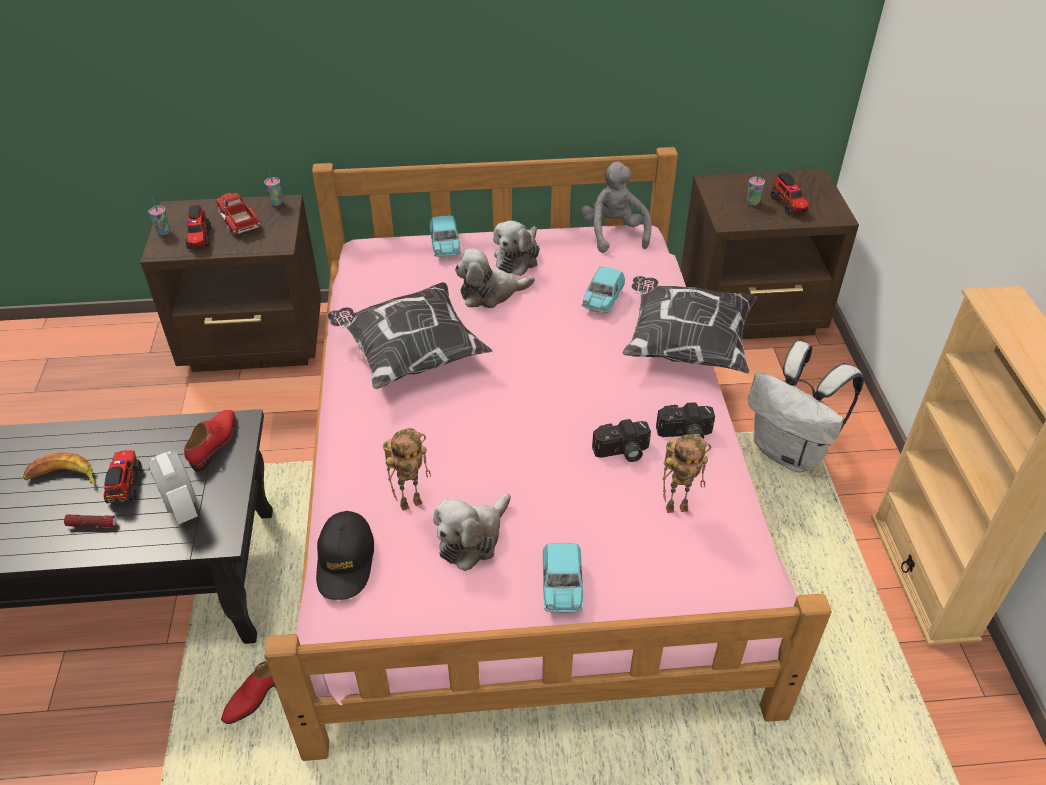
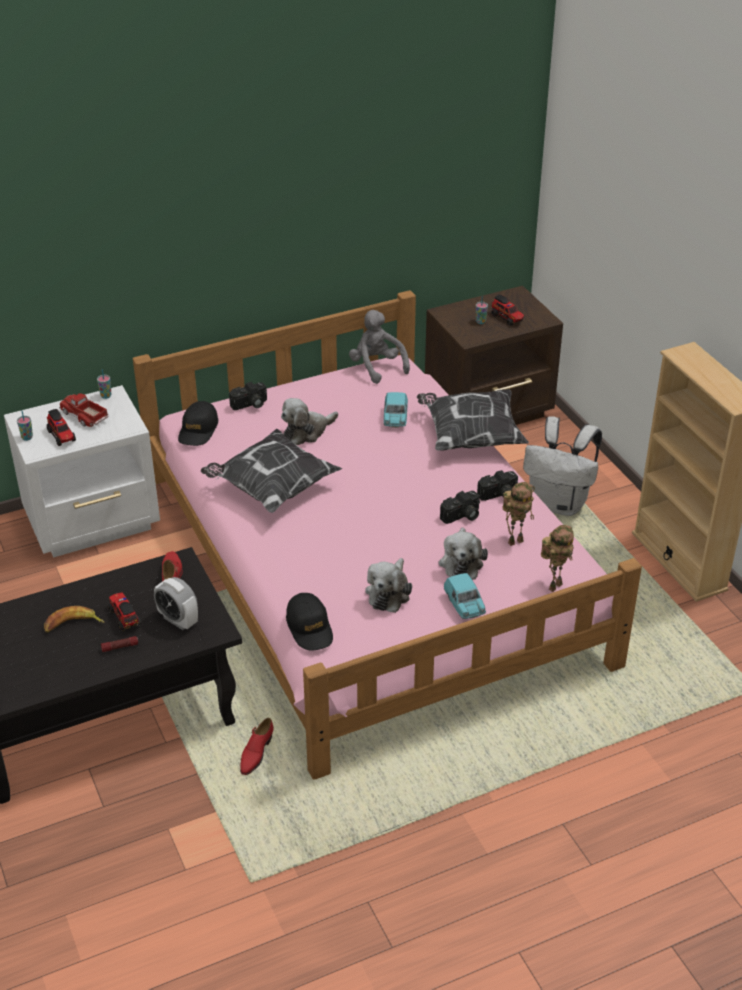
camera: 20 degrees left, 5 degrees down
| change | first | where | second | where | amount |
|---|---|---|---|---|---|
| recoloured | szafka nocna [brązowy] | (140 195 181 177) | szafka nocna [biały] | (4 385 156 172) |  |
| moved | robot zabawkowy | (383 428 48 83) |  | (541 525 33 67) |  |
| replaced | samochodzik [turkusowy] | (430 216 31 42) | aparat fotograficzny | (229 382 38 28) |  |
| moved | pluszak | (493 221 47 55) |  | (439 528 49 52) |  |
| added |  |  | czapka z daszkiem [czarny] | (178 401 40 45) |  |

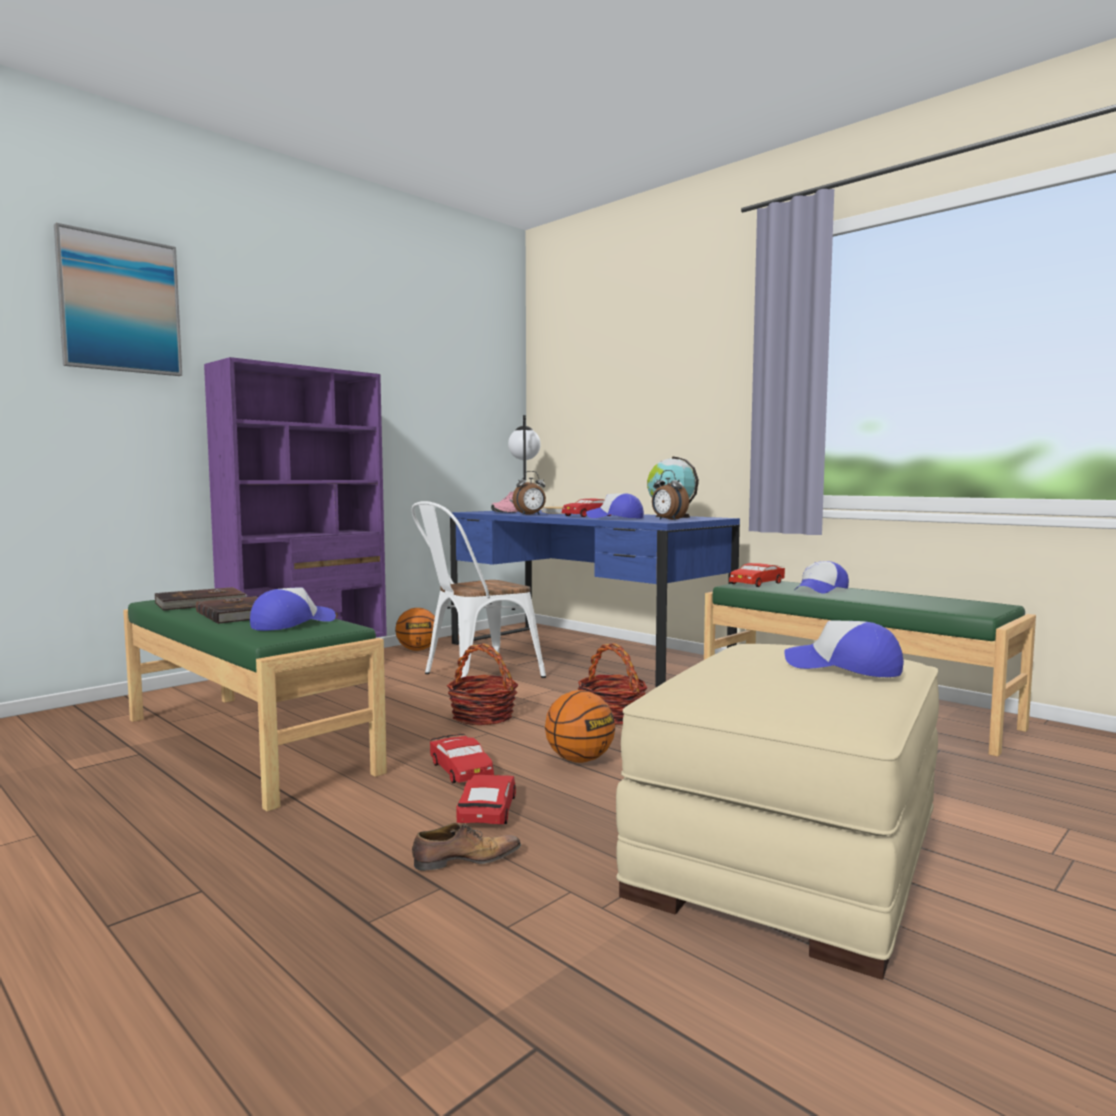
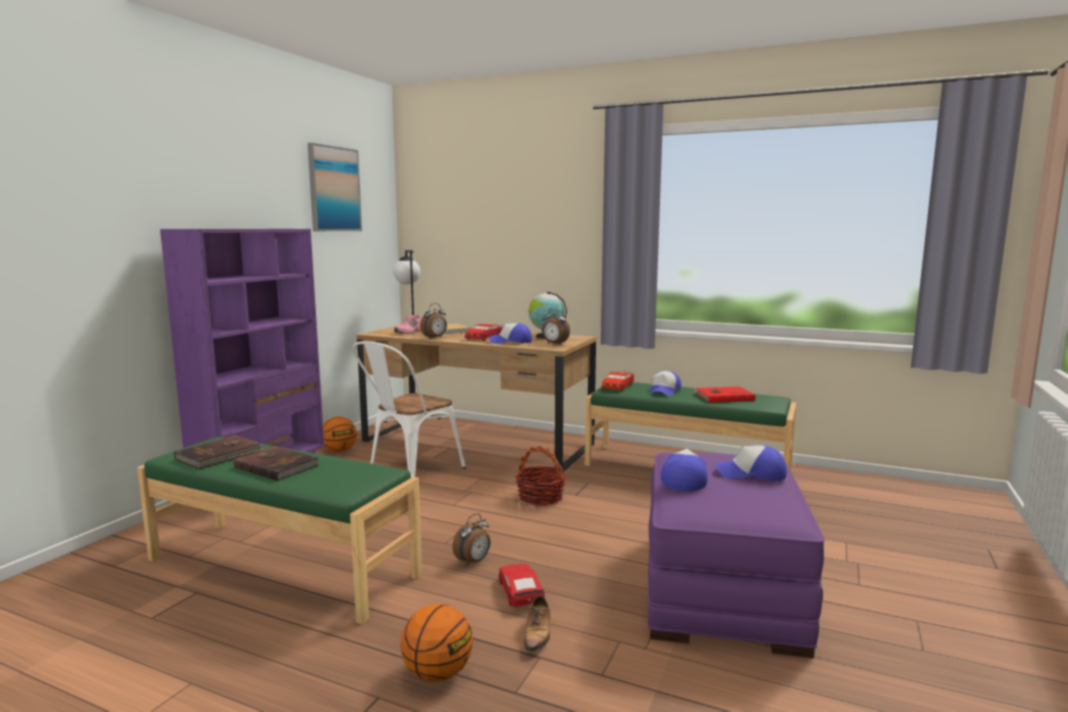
camera: 20 degrees left, 5 degrees up
| change | first | where | second | where | amount |
|---|---|---|---|---|---|
| moved | obraz | (54 223 128 153) |  | (307 143 55 88) |  |
| moved | czapka z daszkiem | (250 587 86 44) |  | (661 449 47 43) |  |
| turned | but | (412 823 109 48) |  | (524 596 26 56) | 135 degrees clockwise |
| replaced | samochodzik [czerwony] | (430 734 64 49) | budzik | (452 513 39 53) |  |
| removed | koszyk | (447 643 71 82) |  |  |  |
| recoloured | biurko [niebieski] | (450 510 290 178) | biurko [brązowy] | (357 326 239 146) |  |
| moved | piłka do koszykówki | (545 690 70 73) |  | (400 604 73 78) |  |
| recoloured | pufa [beżowy] | (616 644 323 336) | pufa [fioletowy] | (647 453 178 205) |  |
| added |  |  | książka [czerwony] | (694 387 61 16) |  |

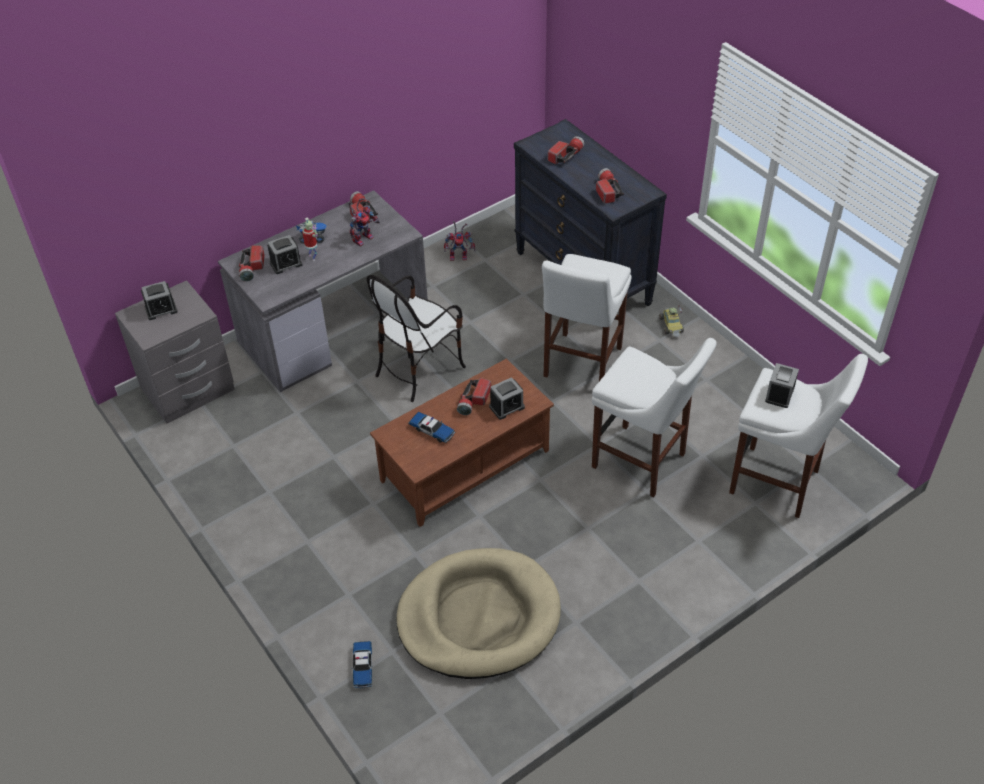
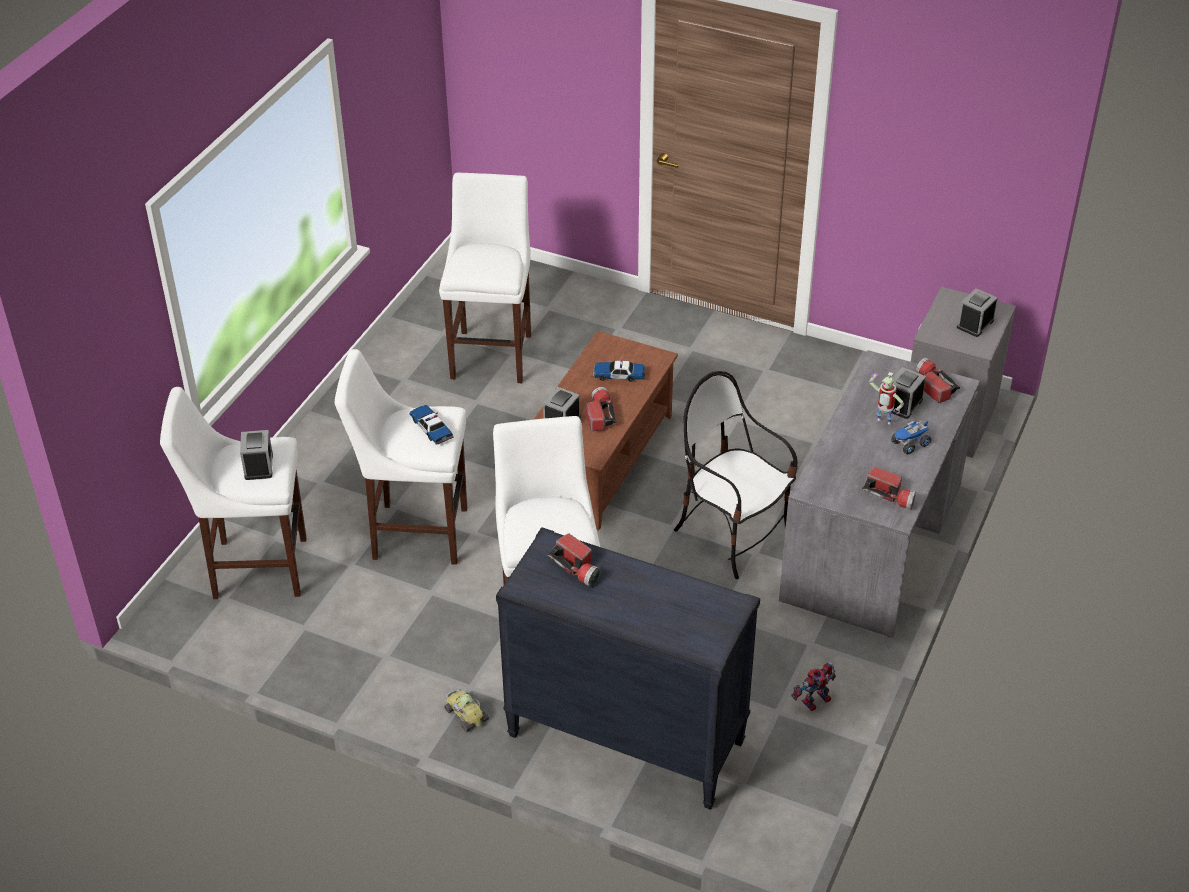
camera: 150 degrees right, 5 degrees down
| change | first | where | second | where | amount |
|---|---|---|---|---|---|
| removed | robot zabawkowy | (349 198 31 49) |  |  |  |
| moved | samochodzik | (352 641 21 47) |  | (409 405 45 40) |  |
| turned | krzesło | (367 275 99 127) |  | (674 371 124 208) | 60 degrees counterclockwise |
| replaced | legowisko [beżowy] | (396 548 165 131) | stołek [biały] | (439 173 92 210) |  |
| removed | latarka | (548 136 36 28) |  |  |  |

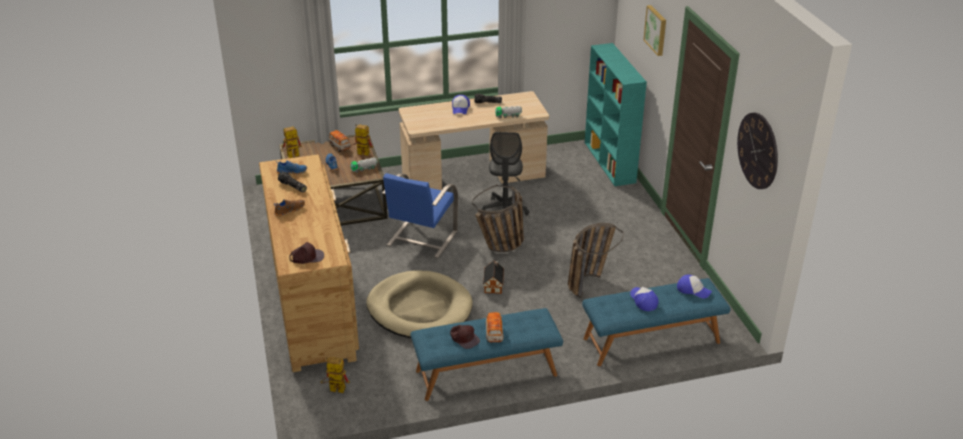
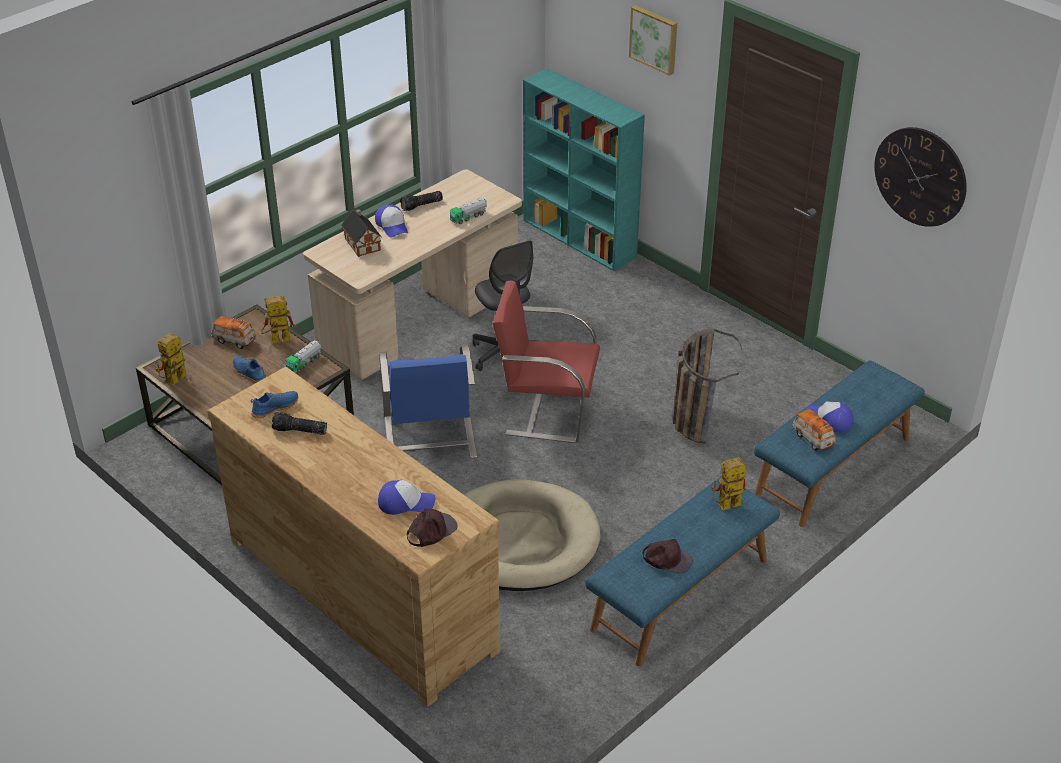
camera: 30 degrees left, 5 degrees up
| change | first | where | second | where | amount |
|---|---|---|---|---|---|
| removed | but [brązowy] | (274 199 31 17) |  |  |  |
| moved | robot zabawkowy | (320 357 30 36) |  | (712 457 35 53) |  |
| replaced | koszyk | (472 185 52 67) | krzesło [czerwony] | (493 280 107 163) |  |
| moved | domek | (483 261 21 33) |  | (341 209 40 48) |  |
| moved | samochodzik | (485 312 19 30) |  | (792 409 44 42) |  |
| moved | czapka z daszkiem | (677 275 35 23) |  | (378 480 58 35) |  |

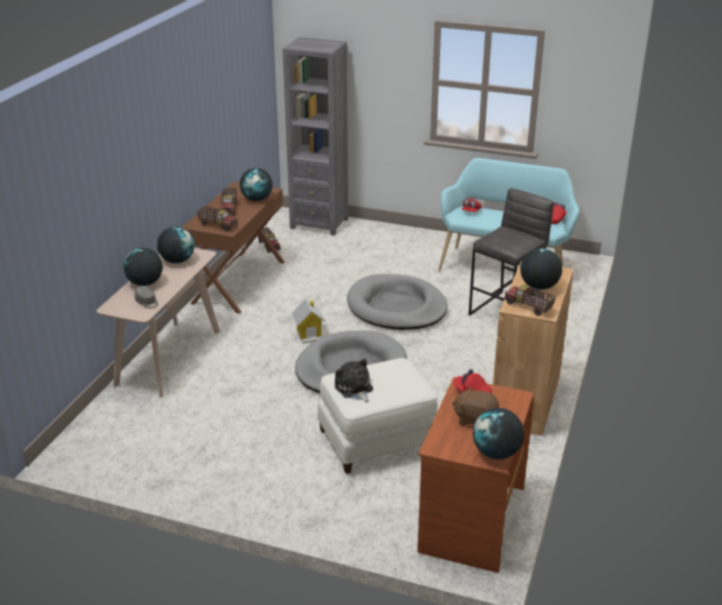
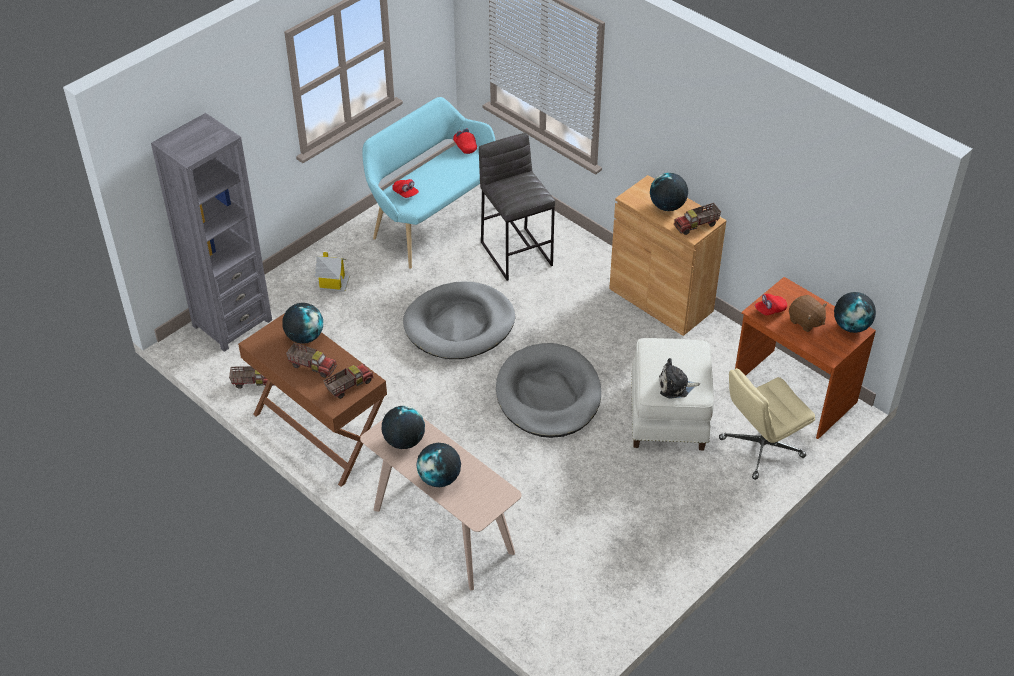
camera: 65 degrees left, 15 degrees up
| change | first | where | second | where | amount |
|---|---|---|---|---|---|
| removed | czapka z daszkiem [szary] | (135 286 23 23) |  |  |  |
| moved | domek | (291 299 35 45) |  | (315 252 34 40) |  |
| turned | pluszak [brązowy] | (452 386 47 40) |  | (789 295 38 37) | 90 degrees counterclockwise |
| added |  |  | krzesło biurowe [beżowy] | (719 368 96 112) |  |

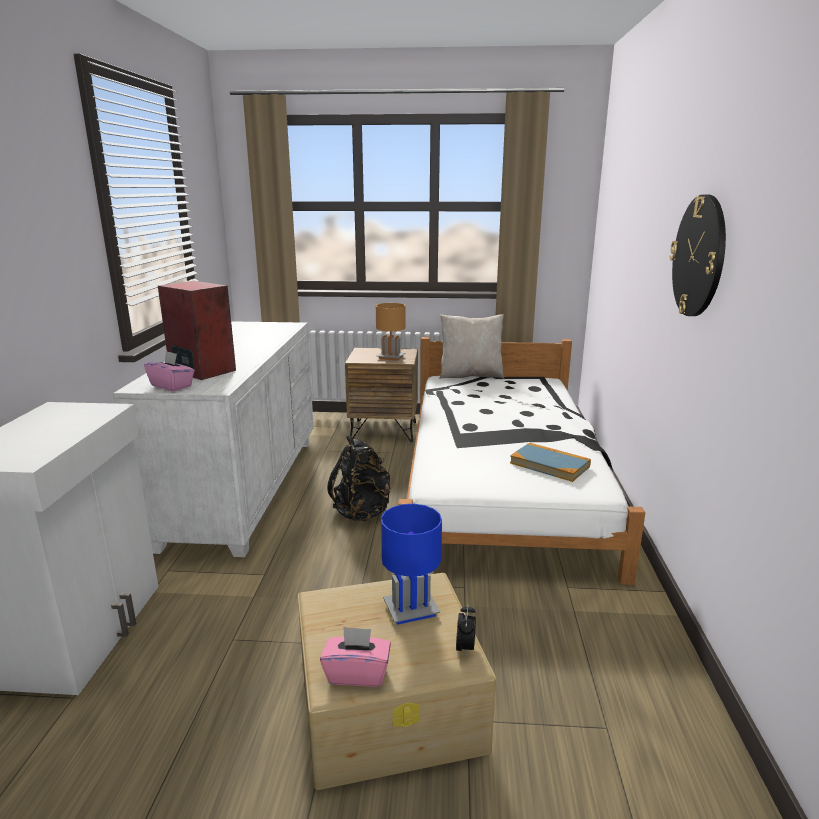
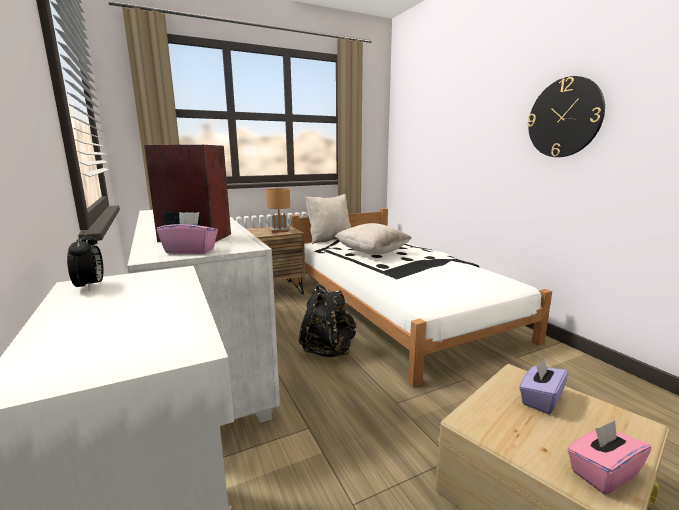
camera: 30 degrees left, 5 degrees down
| change | first | where | second | where | amount |
|---|---|---|---|---|---|
| replaced | lampa stołowa [niebieski] | (381 504 61 121) | pudełko chusteczek [fioletowy] | (519 358 49 56) |  |
| moved | budzik | (456 606 20 51) |  | (67 230 36 61) |  |
| removed | książka | (510 442 81 40) |  |  |  |
| added |  |  | poduszka [beżowy] | (335 223 77 32) |  |

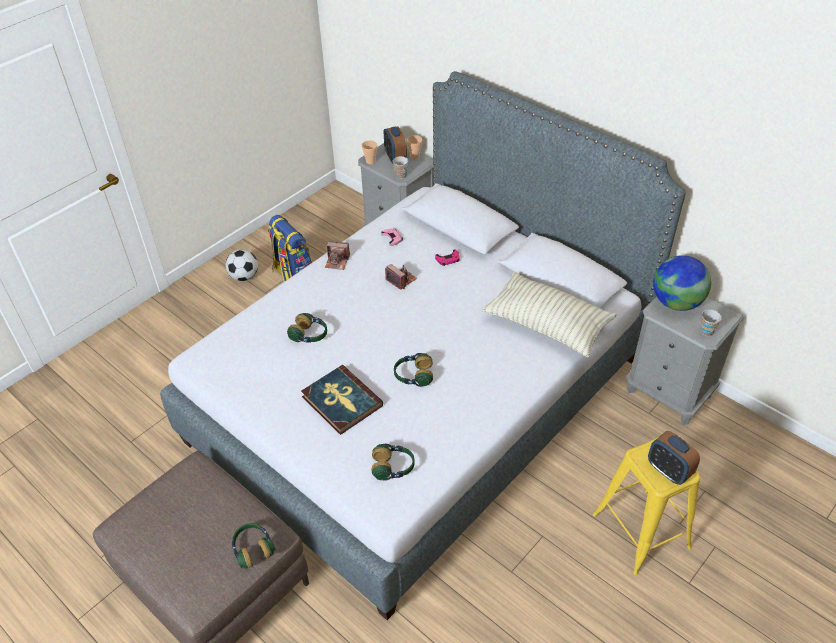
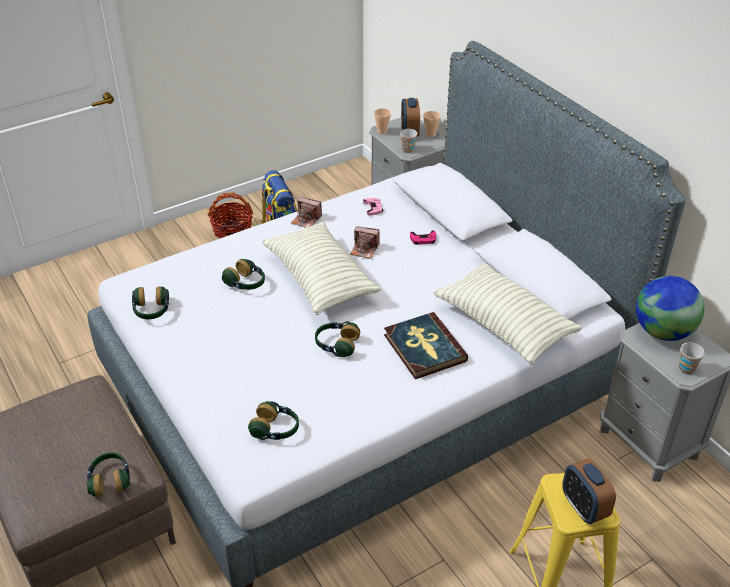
camera: 15 degrees right, 5 degrees down
| change | first | where | second | where | amount |
|---|---|---|---|---|---|
| replaced | piłka futbolowa | (226 249 32 32) | koszyk | (207 192 46 47) |  |
| moved | książka | (301 365 82 70) |  | (384 312 84 67) |  |
| turned | aparat fotograficzny | (385 264 32 26) |  | (350 226 30 33) | 135 degrees clockwise |
| added |  |  | słuchawki | (132 286 37 33) |  |
| added |  |  | poduszka | (262 221 119 94) |  |

